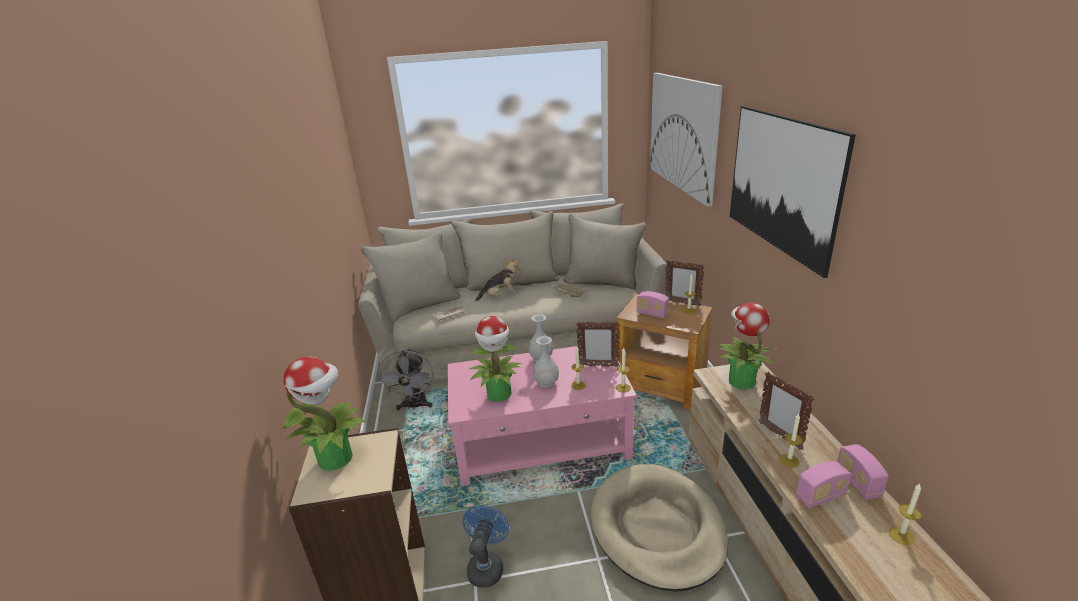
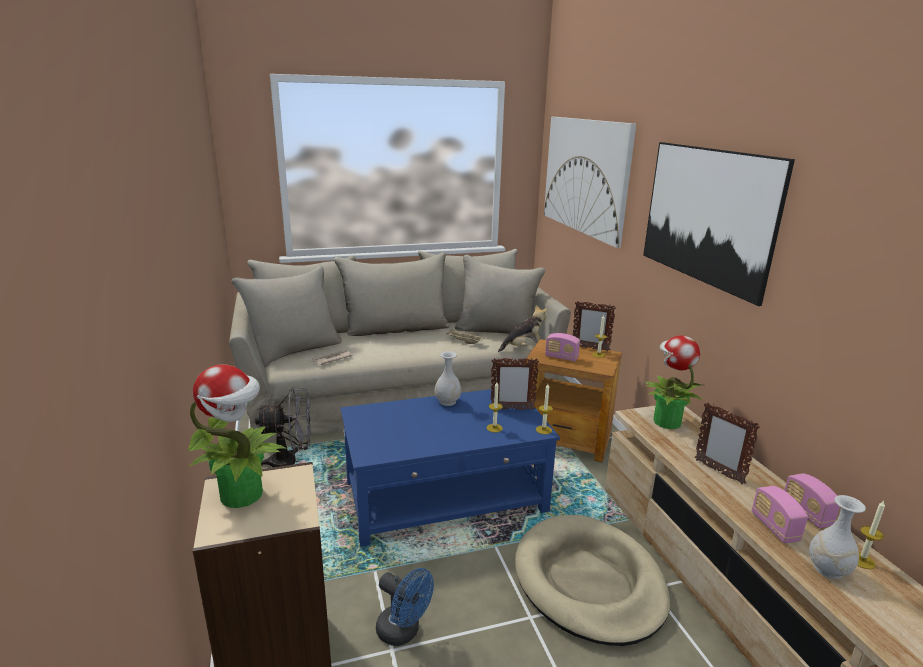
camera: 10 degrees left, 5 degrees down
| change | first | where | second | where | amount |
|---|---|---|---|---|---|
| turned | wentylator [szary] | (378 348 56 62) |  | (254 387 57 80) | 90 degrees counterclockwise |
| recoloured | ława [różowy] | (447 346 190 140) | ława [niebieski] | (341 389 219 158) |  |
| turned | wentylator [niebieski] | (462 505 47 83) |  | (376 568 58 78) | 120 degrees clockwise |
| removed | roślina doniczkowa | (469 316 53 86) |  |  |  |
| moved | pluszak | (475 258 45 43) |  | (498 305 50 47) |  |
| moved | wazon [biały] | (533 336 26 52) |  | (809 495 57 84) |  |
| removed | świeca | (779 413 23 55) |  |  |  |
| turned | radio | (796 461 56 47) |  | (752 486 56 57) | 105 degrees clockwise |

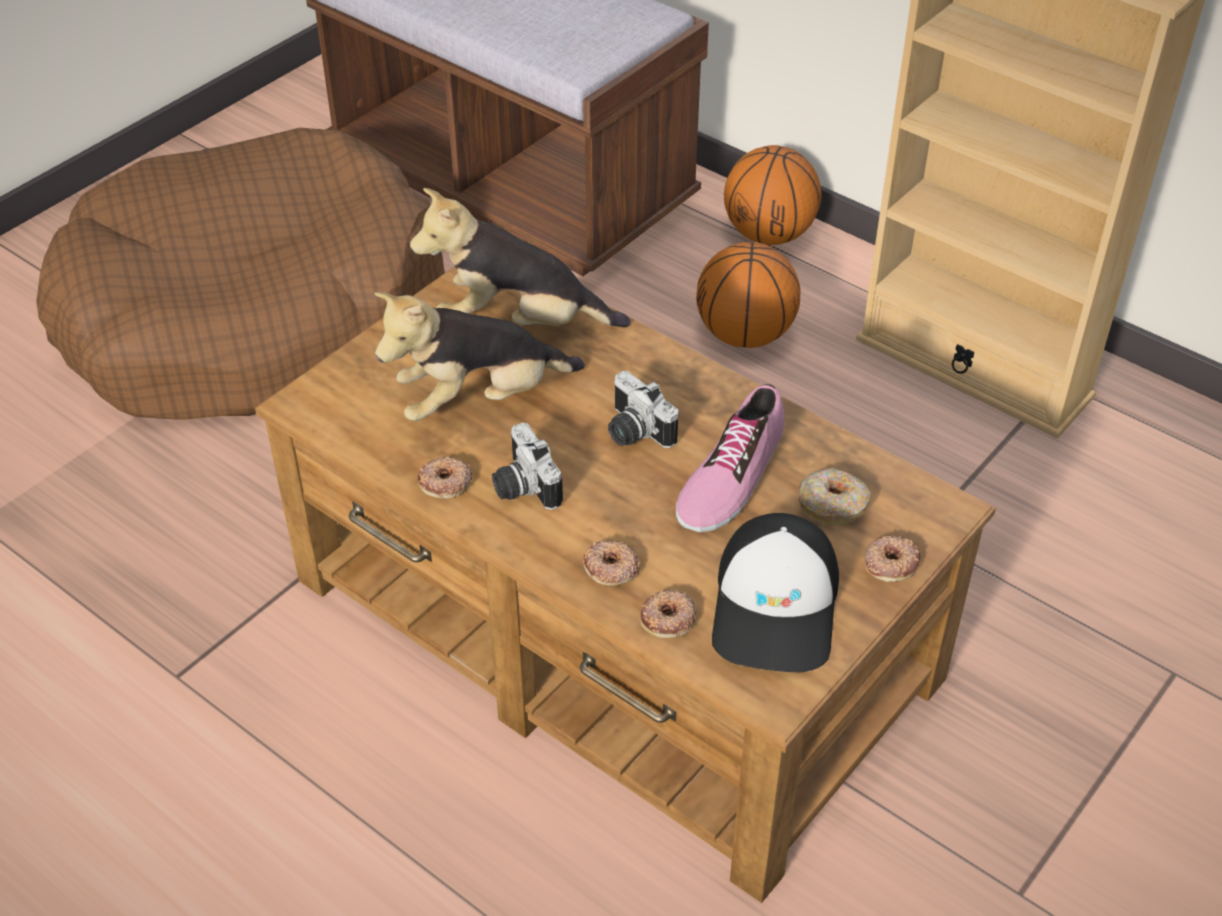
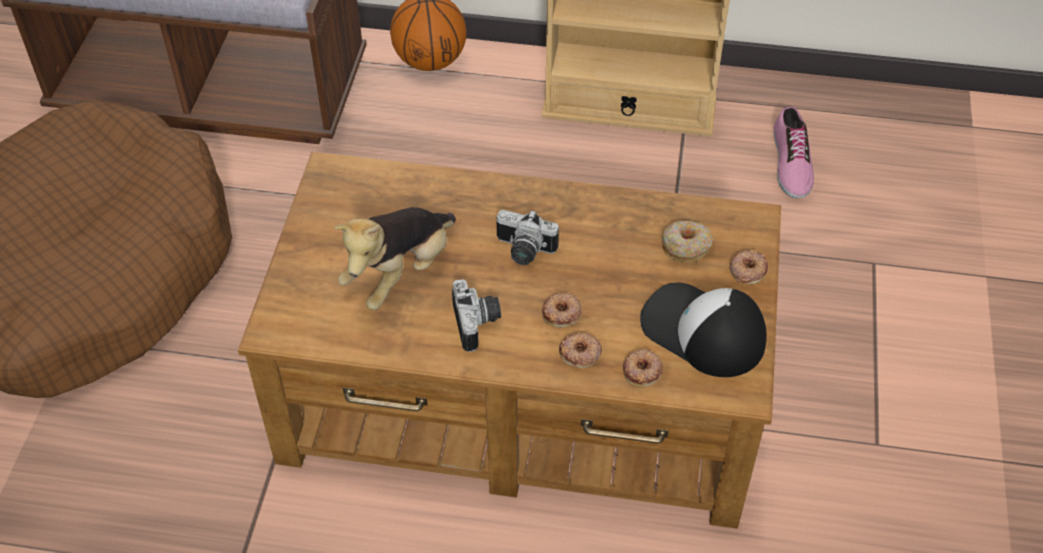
camera: 30 degrees left, 5 degrees up
| change | first | where | second | where | amount |
|---|---|---|---|---|---|
| removed | pluszak | (410 188 220 139) |  |  |  |
| moved | donut | (418 456 55 43) |  | (542 293 40 35) |  |
| turned | aparat fotograficzny | (492 422 71 88) |  | (452 279 49 73) | 135 degrees counterclockwise |
| moved | but | (676 384 109 148) |  | (773 106 41 92) |  |
| removed | piłka do koszykówki | (696 242 104 106) |  |  |  |
| turned | czapka z daszkiem | (712 513 127 159) |  | (640 283 127 94) | 150 degrees clockwise |

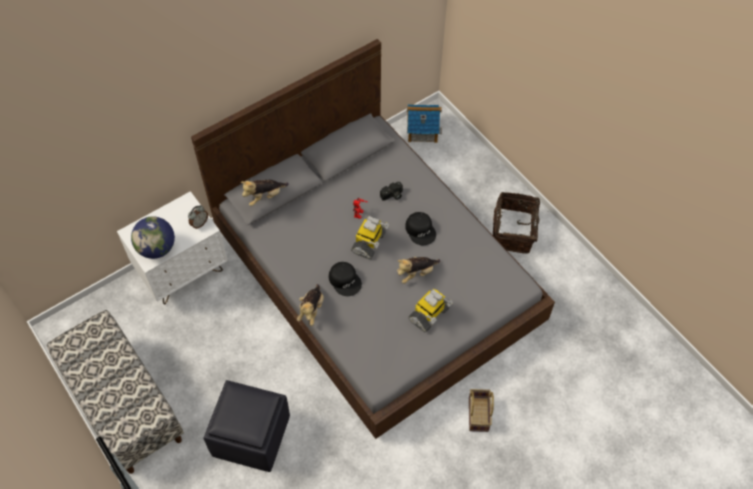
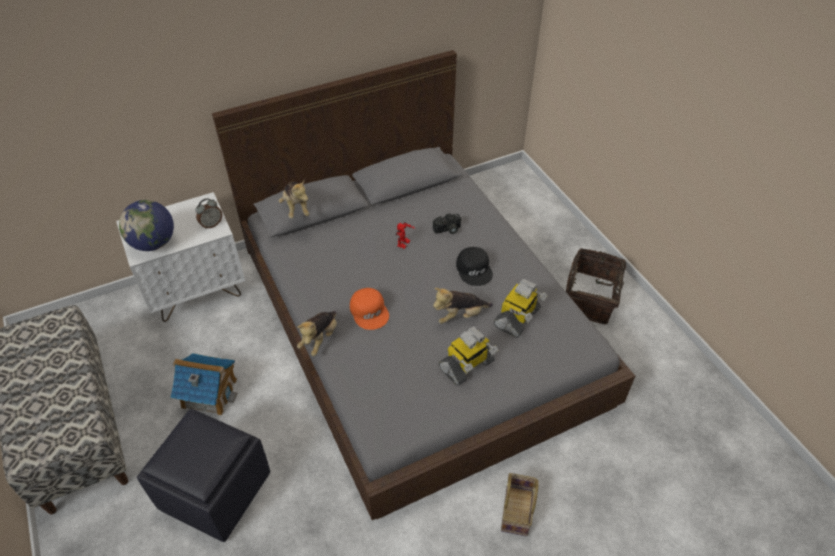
camera: 10 degrees right, 10 degrees down
| change | first | where | second | where | amount |
|---|---|---|---|---|---|
| turned | pluszak | (241 180 48 26) |  | (278 181 32 37) | 90 degrees counterclockwise |
| recoloured | czapka z daszkiem [czarny] | (329 262 33 34) | czapka z daszkiem [pomarańczowy] | (350 288 39 42) |  |
| moved | robot zabawkowy | (351 216 38 43) |  | (493 278 54 60) |  |
| moved | domek | (407 104 35 39) |  | (170 353 68 62) |  |

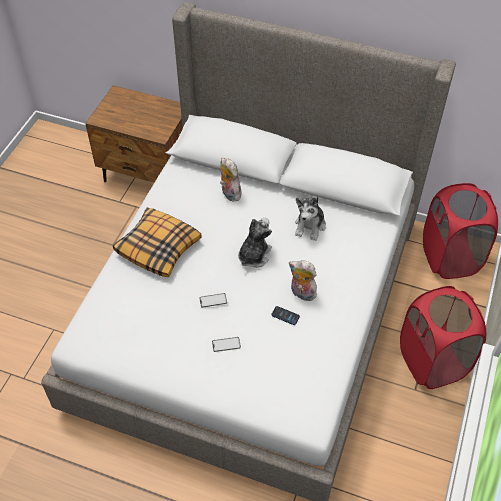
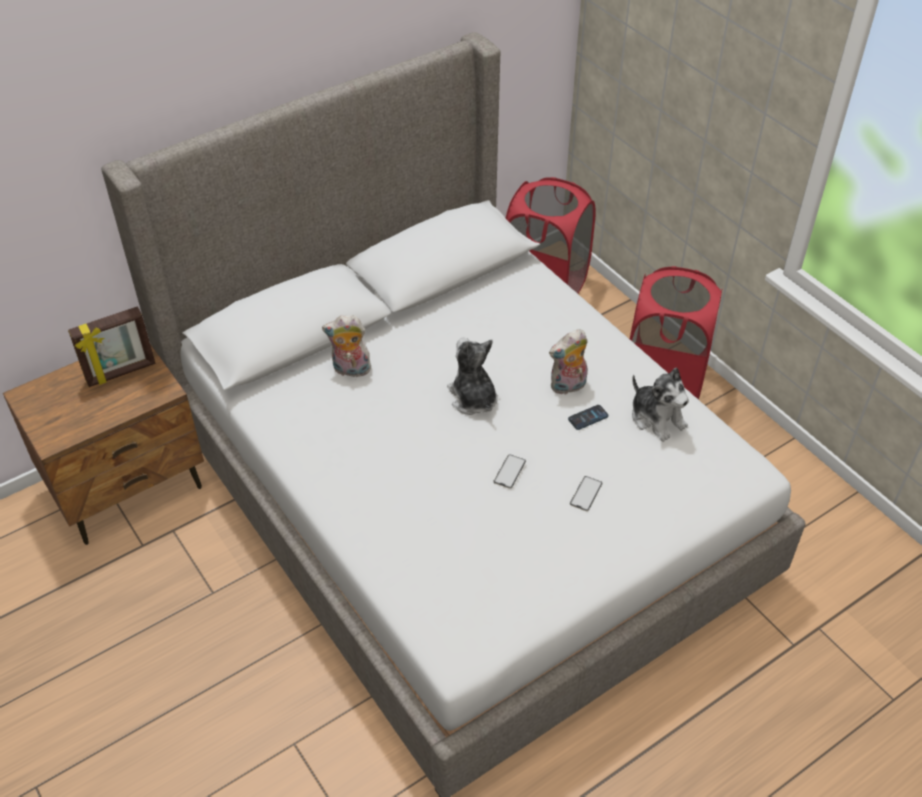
camera: 55 degrees left, 5 degrees down
| change | first | where | second | where | amount |
|---|---|---|---|---|---|
| removed | poduszka | (113 208 89 69) |  |  |  |
| moved | pluszak | (295 196 31 45) |  | (632 368 57 74) |  |
| added |  |  | ramka na zdjęcie | (68 306 88 81) |  |

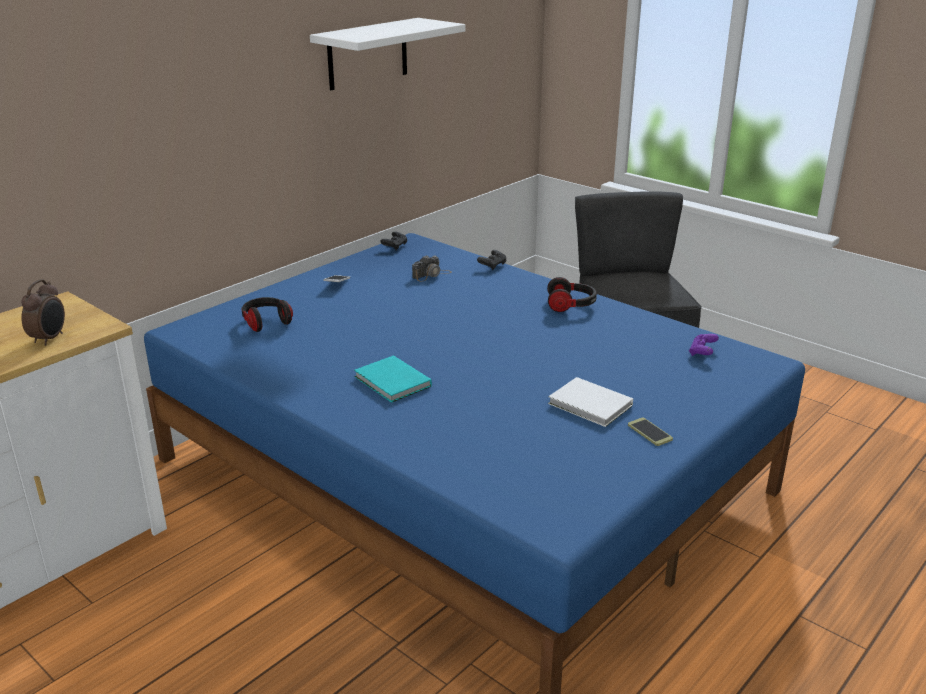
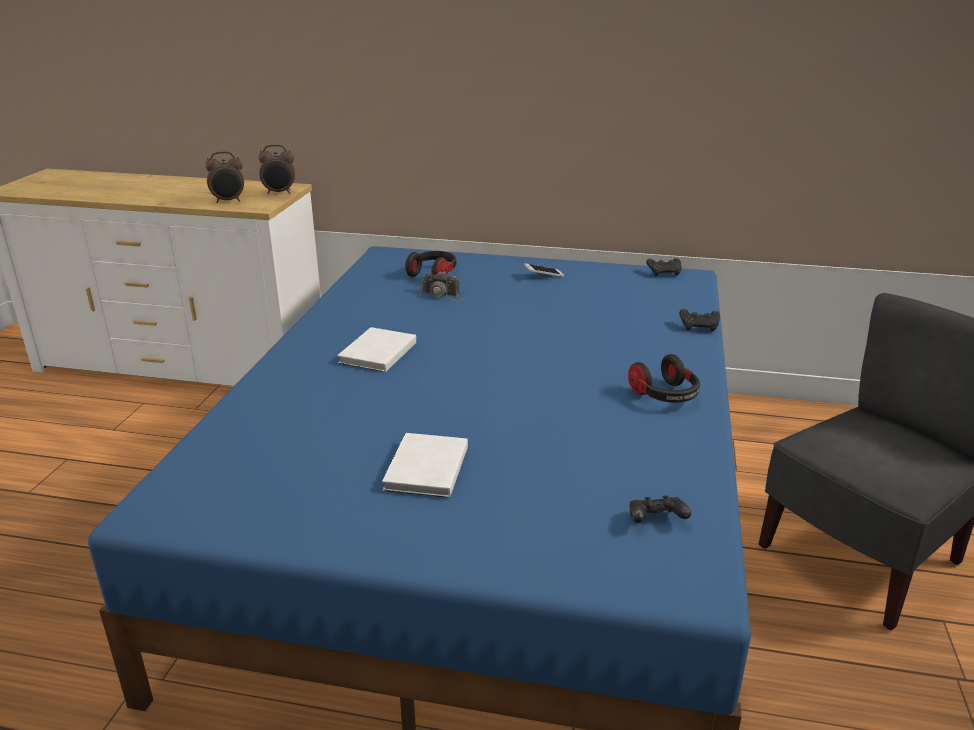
camera: 60 degrees right, 0 degrees up
| change | first | where | second | where | amount |
|---|---|---|---|---|---|
| removed | półka [biały] | (310 18 156 72) |  |  |  |
| recoloured | książka [turkusowy] | (354 355 78 48) | książka [biały] | (337 327 79 45) |  |
| moved | aparat fotograficzny | (412 255 40 27) |  | (419 271 45 31) |  |
| removed | telefon | (628 418 45 28) |  |  |  |
| recoloured | pad do gier [fioletowy] | (689 334 30 22) | pad do gier [czarny] | (630 495 61 28) |  |
| added |  |  | budzik | (258 144 37 50) |  |

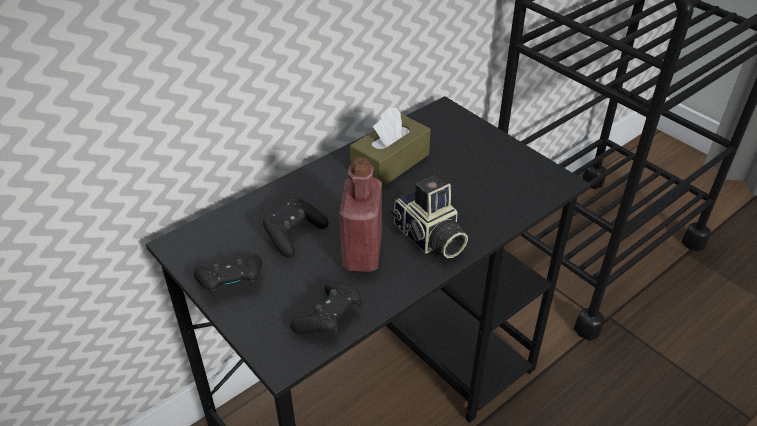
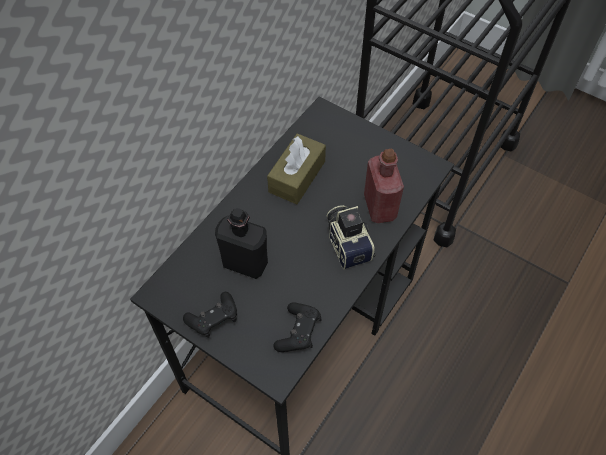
camera: 15 degrees left, 15 degrees up
| change | first | where | second | where | amount |
|---|---|---|---|---|---|
| replaced | pad do gier [czarny] | (263 197 66 61) | butelka [czarny] | (215 208 53 71) |  |
| moved | butelka [czerwony] | (339 157 43 115) |  | (364 149 40 74) |  |
| turned | aparat fotograficzny | (391 176 77 82) |  | (327 205 49 64) | 150 degrees counterclockwise |

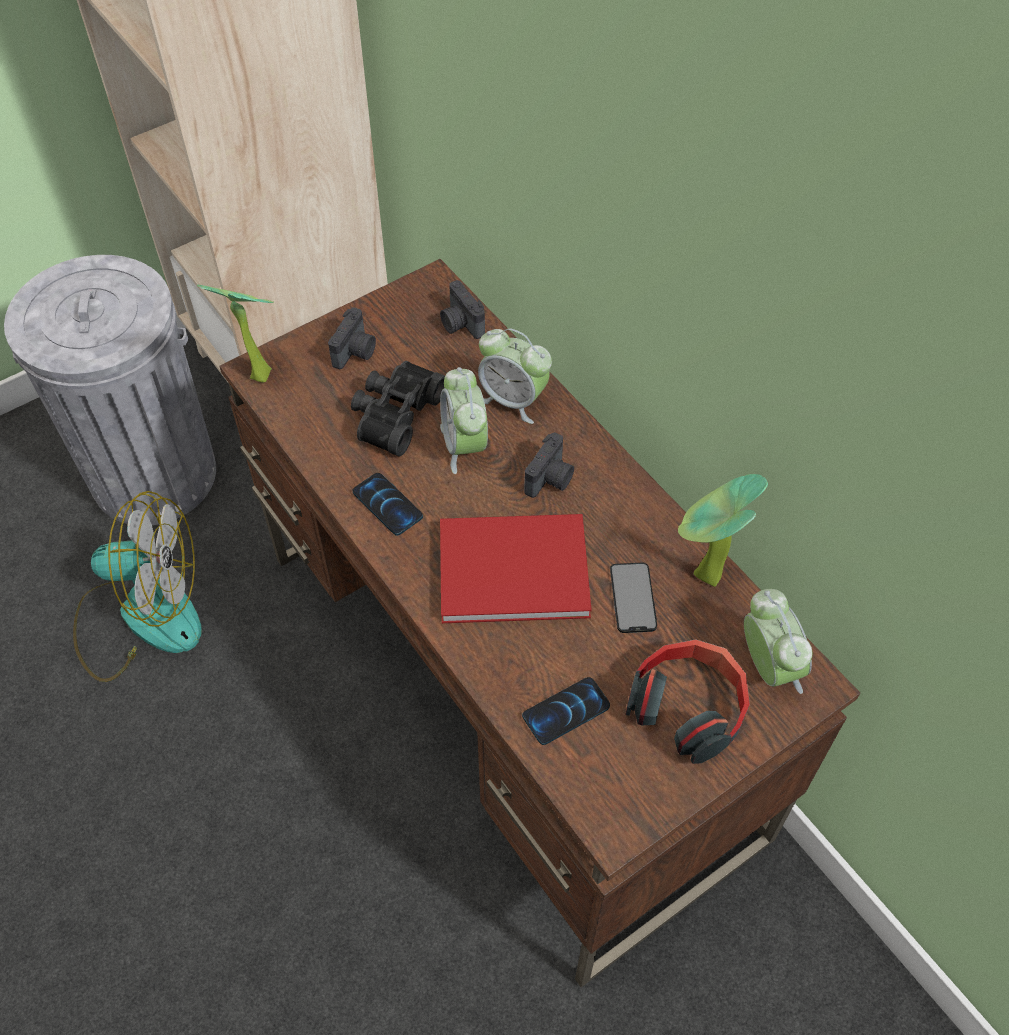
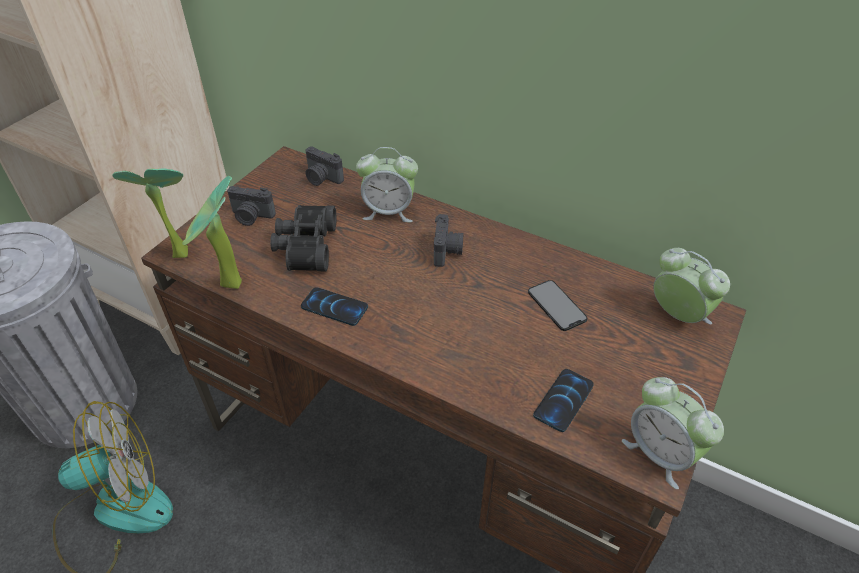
camera: 25 degrees left, 10 degrees down
| change | first | where | second | where | amount |
|---|---|---|---|---|---|
| turned | aparat fotograficzny | (328 308 48 61) |  | (227 186 49 40) | 105 degrees clockwise |
| moved | budzik | (440 367 48 107) |  | (622 377 102 112) |  |
| removed | książka [czerwony] | (440 514 152 109) |  |  |  |
| removed | słuchawki | (625 639 125 125) |  |  |  |
| moved | roślina doniczkowa | (678 474 90 113) |  | (182 176 60 113) |  |

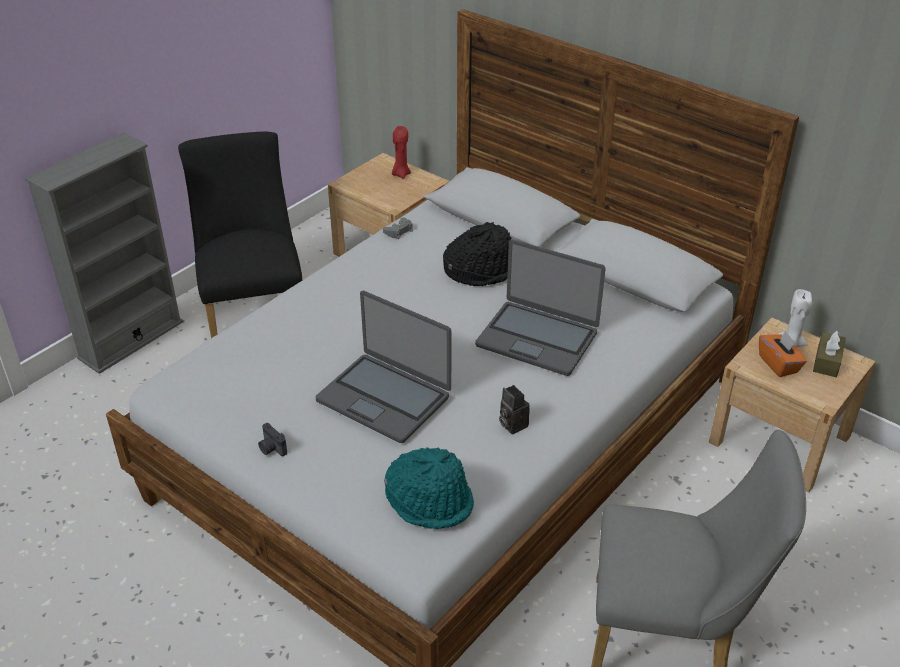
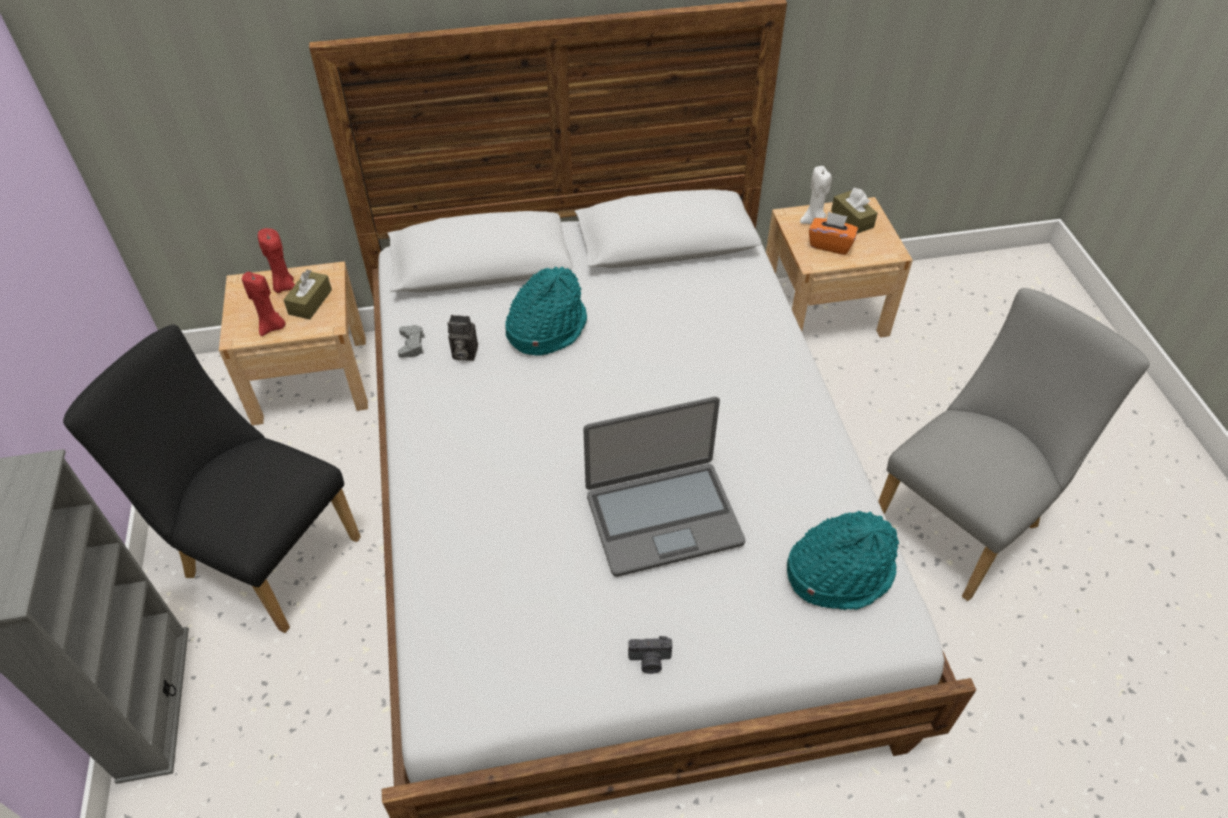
camera: 50 degrees left, 10 degrees up
| change | first | where | second | where | amount |
|---|---|---|---|---|---|
| recoloured | kapelusz [czarny] | (443 222 68 64) | kapelusz [turkusowy] | (505 267 82 88) |  |
| removed | laptop | (475 239 130 137) |  |  |  |
| moved | aparat fotograficzny | (499 385 31 49) |  | (447 315 31 46) |  |
| added |  |  | świeca [czerwony] | (242 272 44 64) |  |
| added |  |  | pudełko chusteczek [brązowy] | (284 270 48 49) |  |

